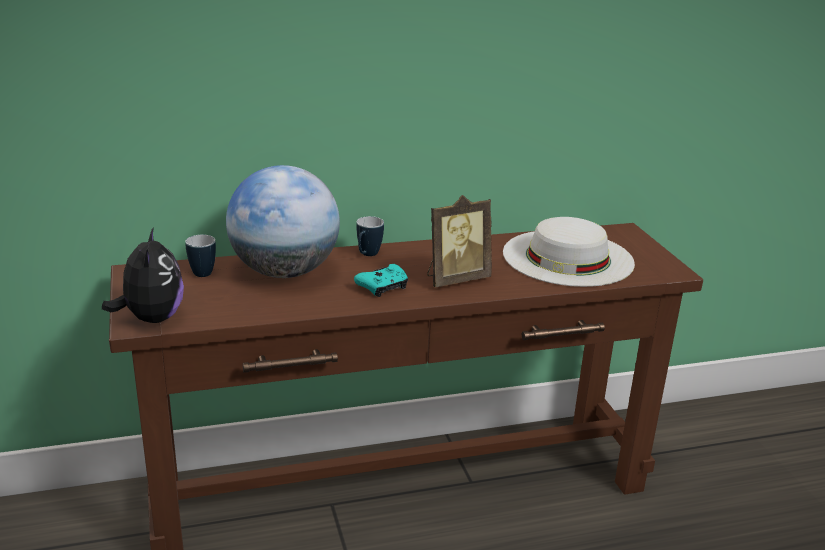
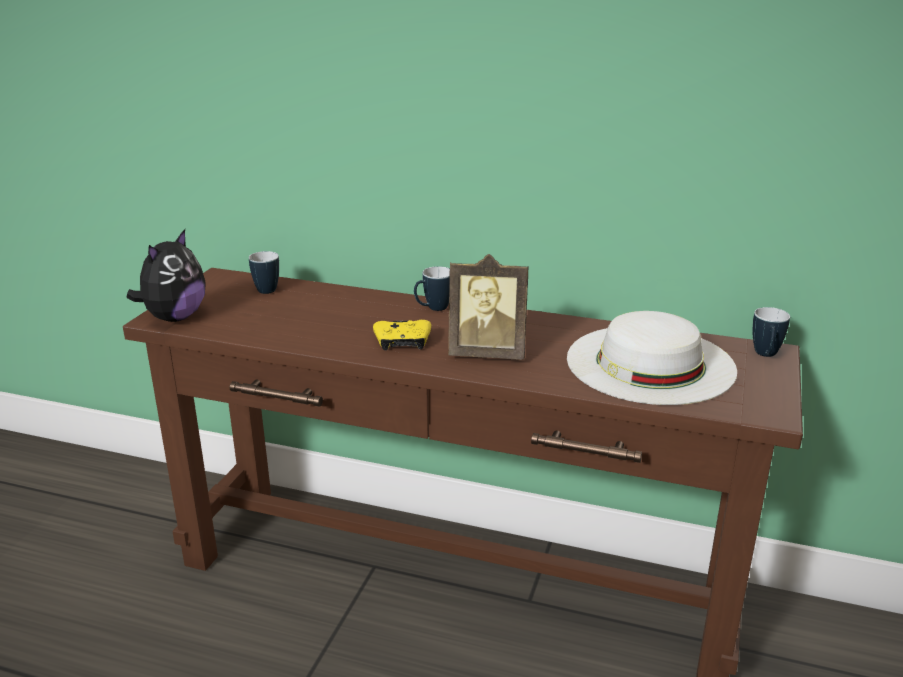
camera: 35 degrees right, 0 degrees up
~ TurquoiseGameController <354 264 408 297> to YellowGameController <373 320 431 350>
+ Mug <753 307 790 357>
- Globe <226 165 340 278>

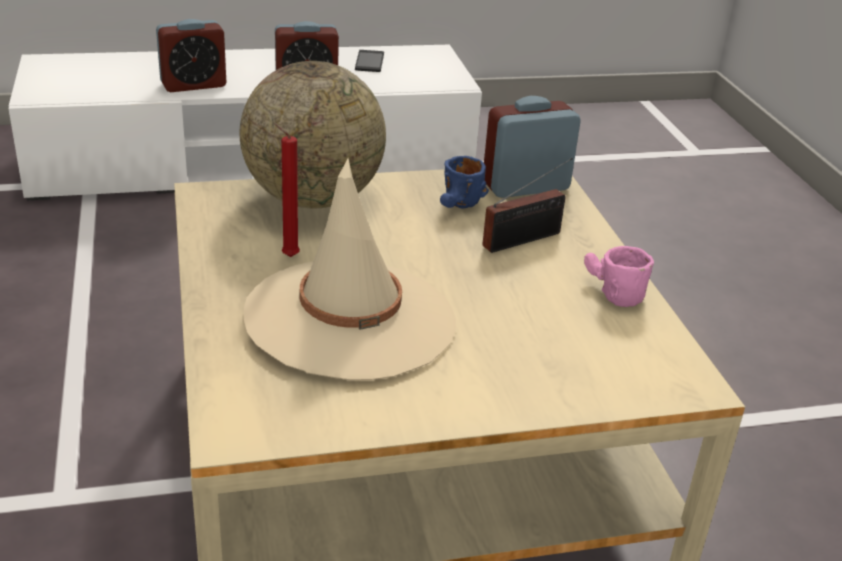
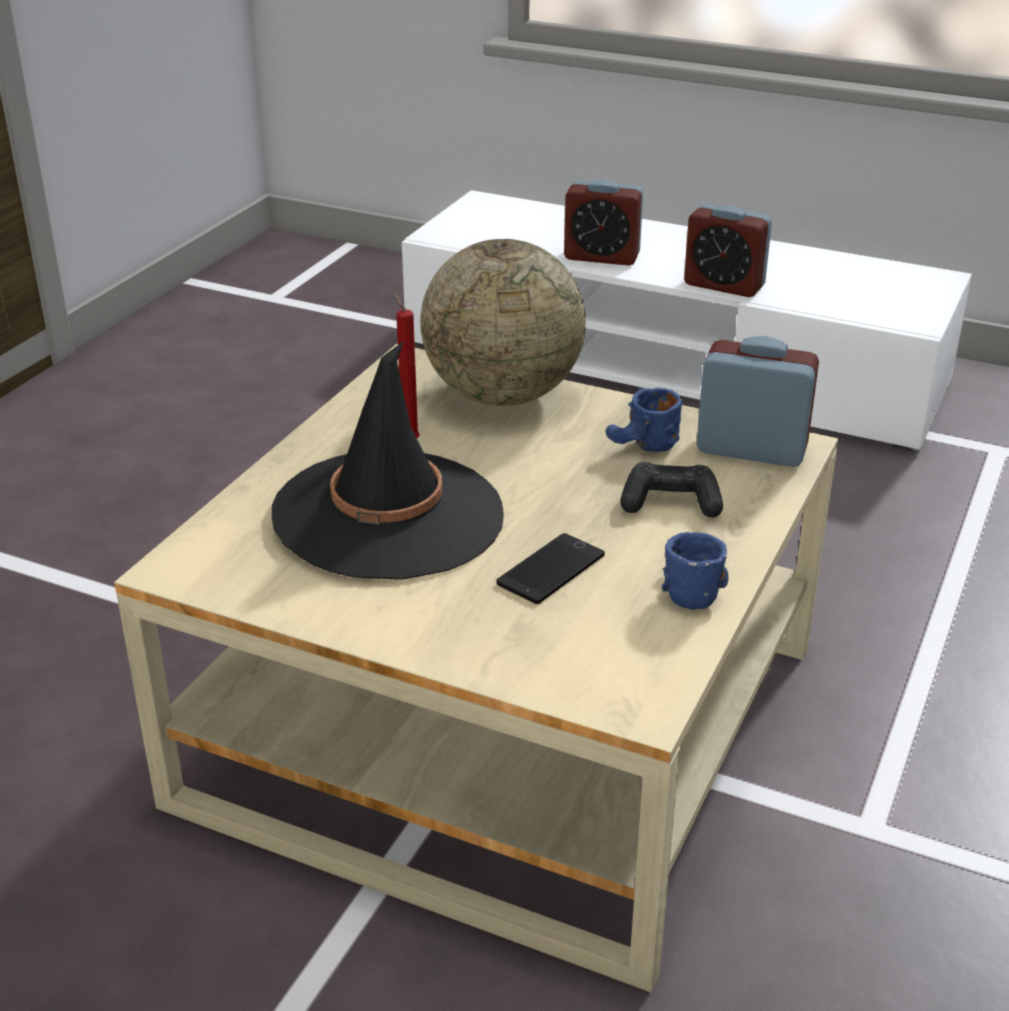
camera: 40 degrees right, 0 degrees up
~ BeigeHat <244 158 456 380> to BlackHat <272 341 504 580>
~ Phone <355 50 384 72> to <497 533 605 604>
~ Radio <482 158 573 253> to BlackGameController <620 462 723 518>
~ PinkMug <584 246 654 307> to BlueMug <662 532 728 610>

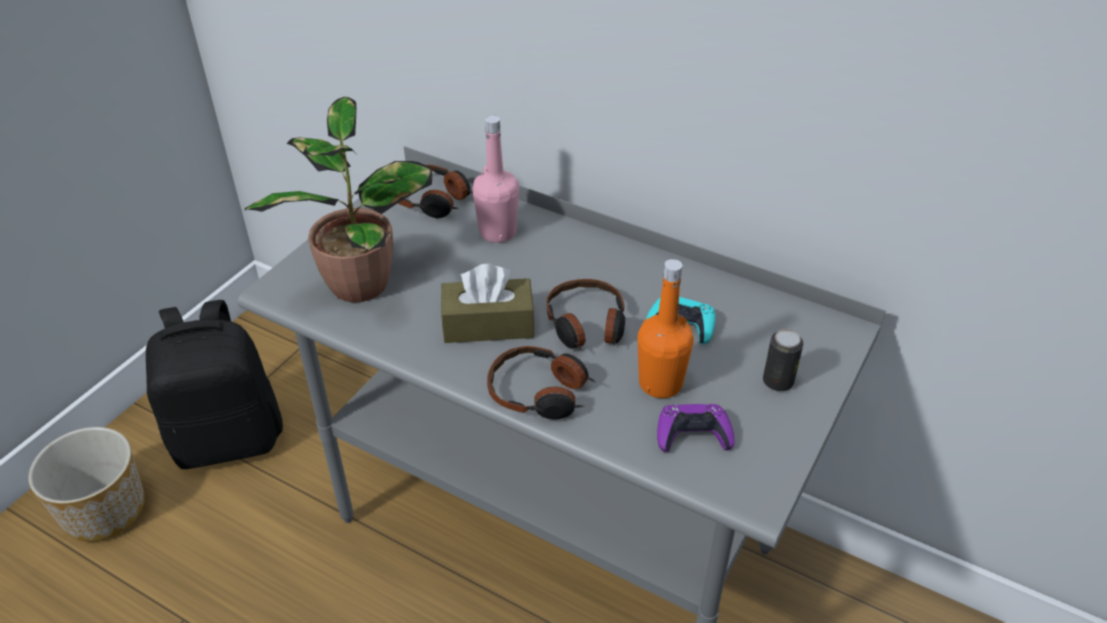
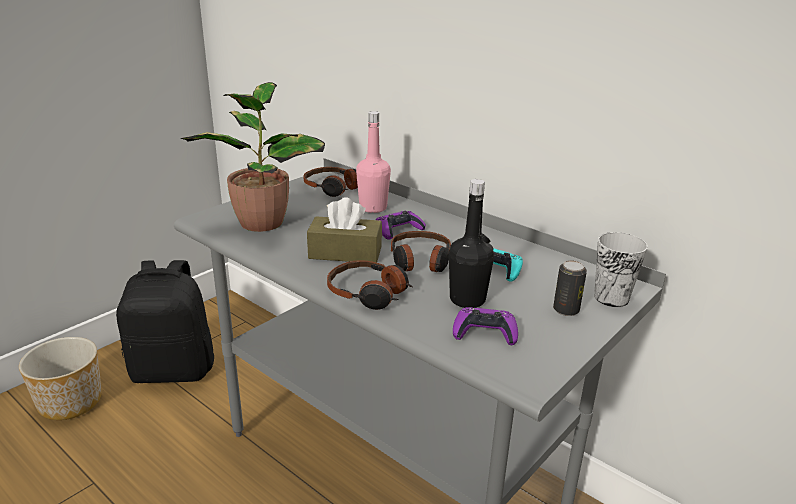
camera: 10 degrees right, 15 degrees down
+ PurpleGameController <376 211 426 240>
~ OrangeBottle <637 259 694 398> to BlackBottle <449 179 494 308>
+ Cup <594 232 648 307>

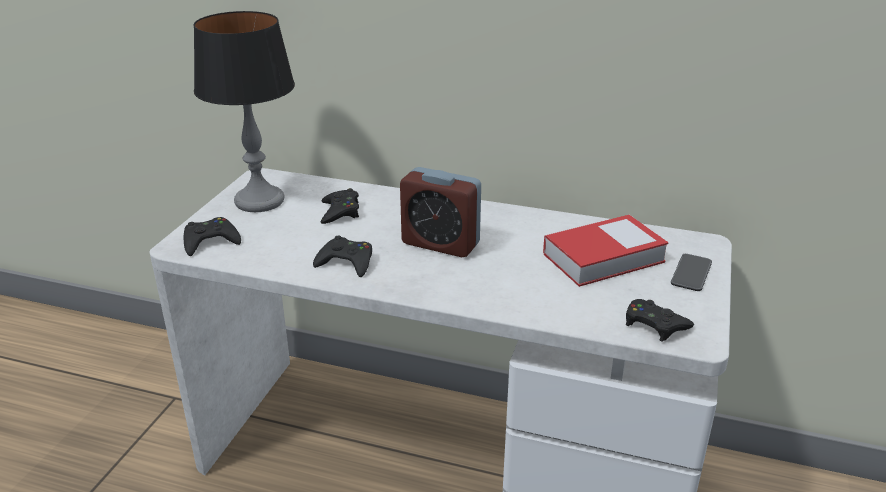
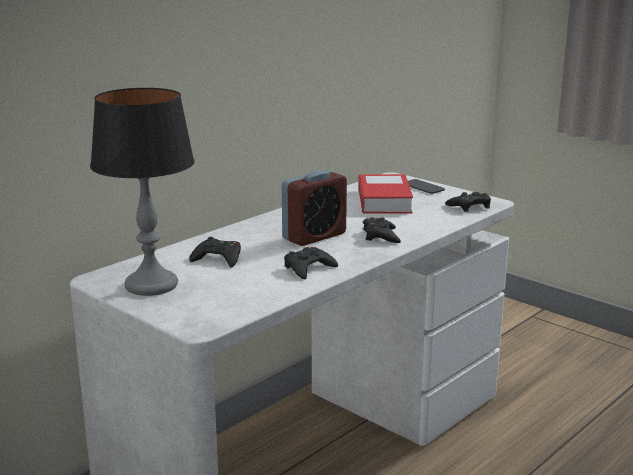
camera: 65 degrees left, 10 degrees down
~ BlackGameController <184 217 241 256> to <363 217 401 243>

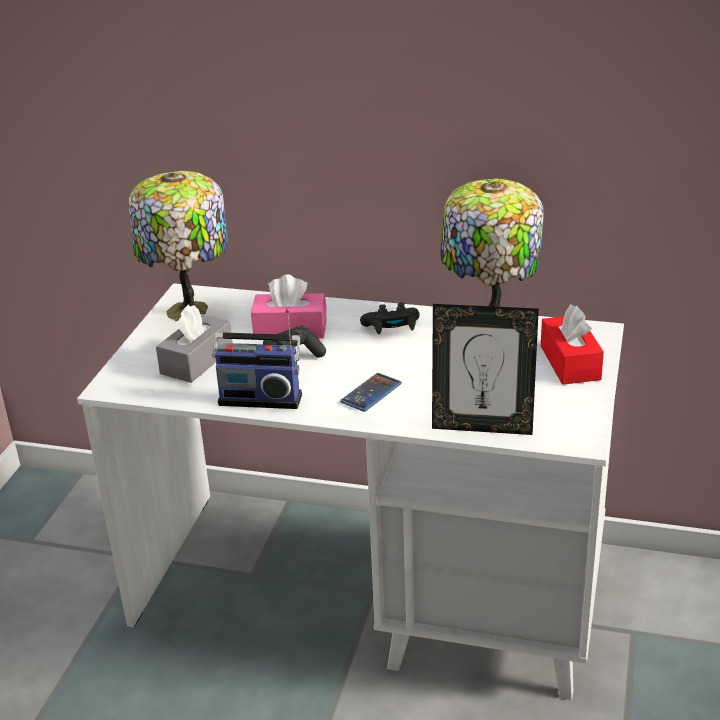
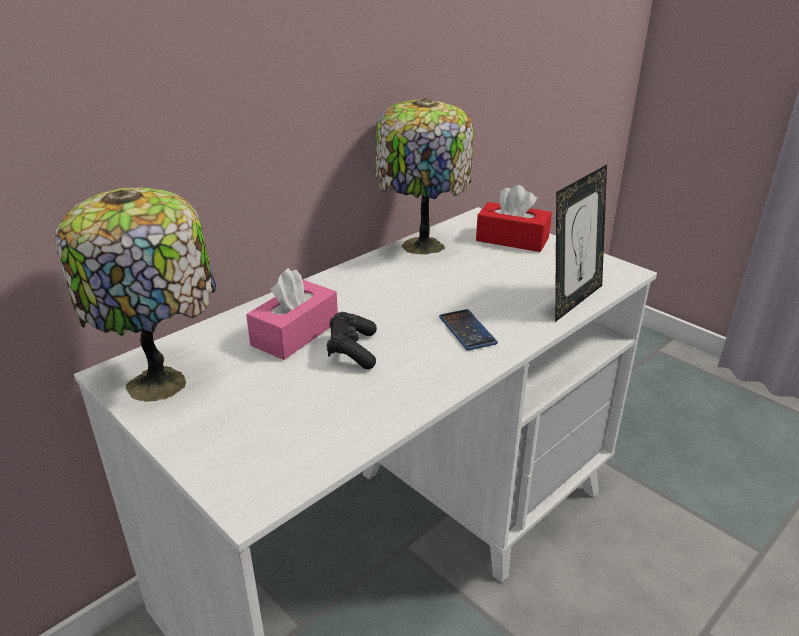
camera: 60 degrees left, 0 degrees up
- GreyTissueBox <156 304 233 383>
- Radio <212 309 302 409>
- BlackGameController <360 302 420 335>

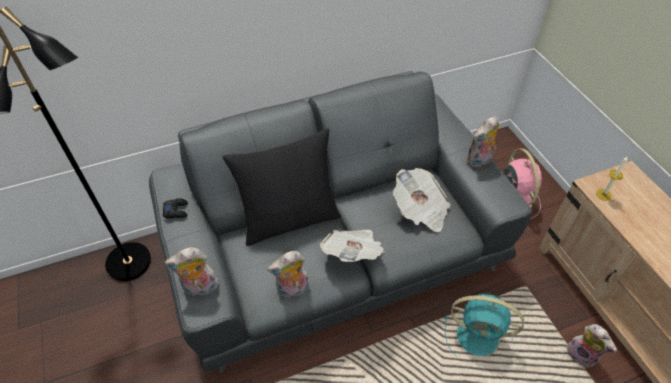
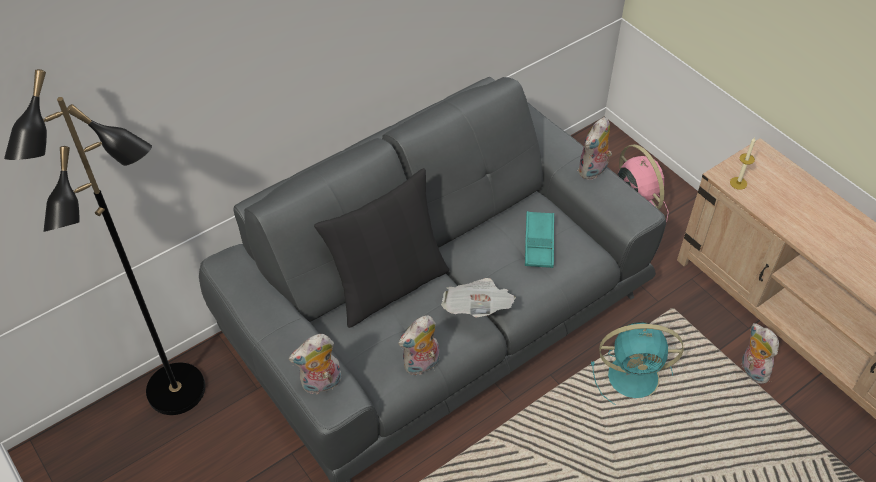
camera: 15 degrees left, 0 degrees up
~ Newspaper <393 168 451 233> to TurquoiseTray <525 211 554 268>
~ PlushToy <567 324 617 368> = <742 323 779 384> 150 degrees counterclockwise
- BlackGameController <162 198 188 219>

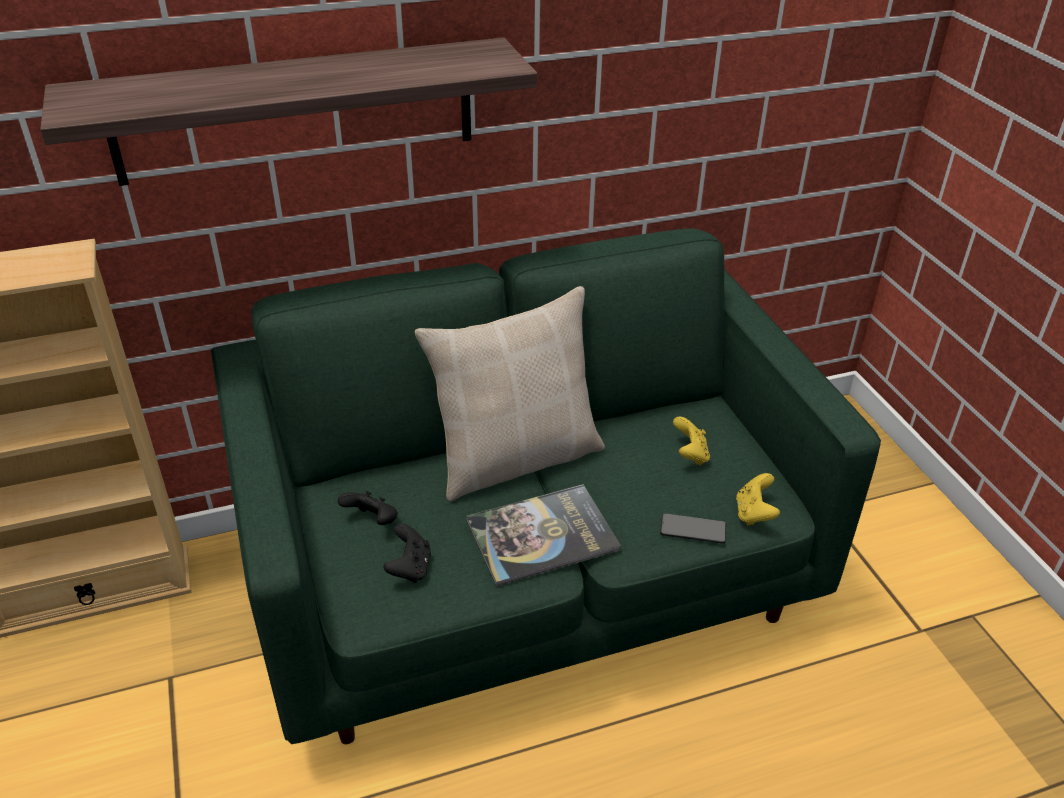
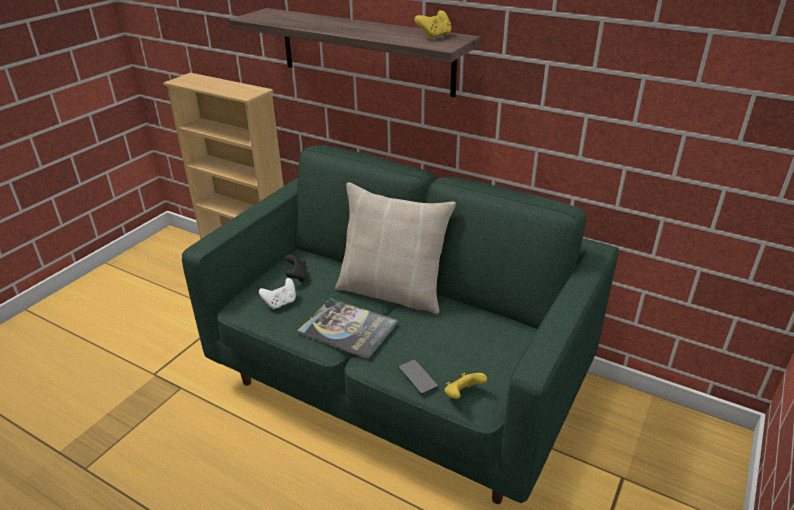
camera: 50 degrees right, 5 degrees down
~ BlackGameController <384 523 431 583> to WhiteGameController <259 278 296 310>
~ YellowGameController <673 417 710 466> to <414 10 451 40>

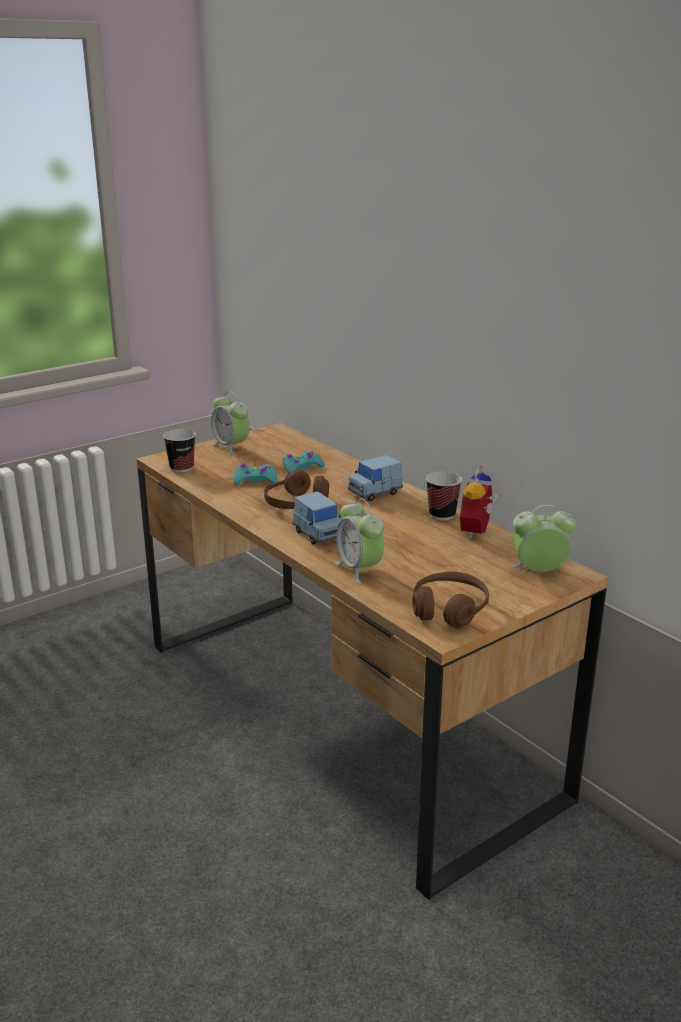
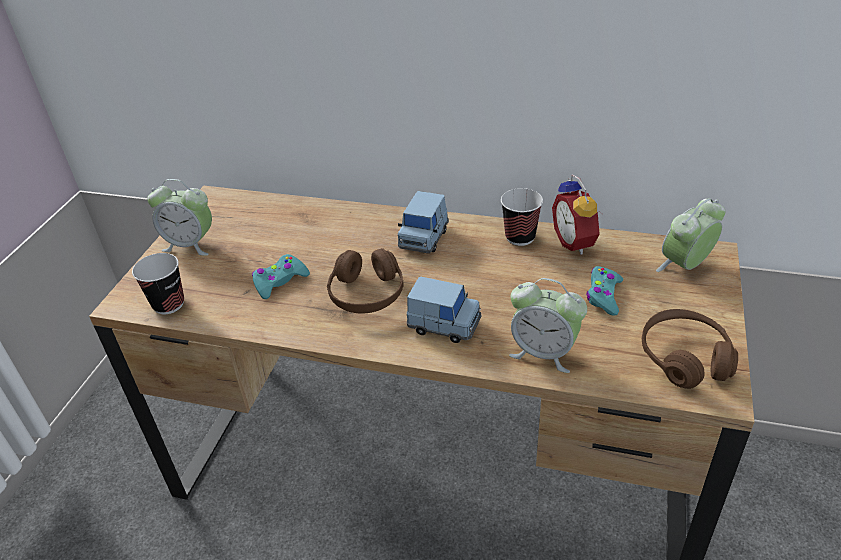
camera: 35 degrees left, 15 degrees up
~ TurquoiseGameController <282 450 325 473> to <586 266 623 316>

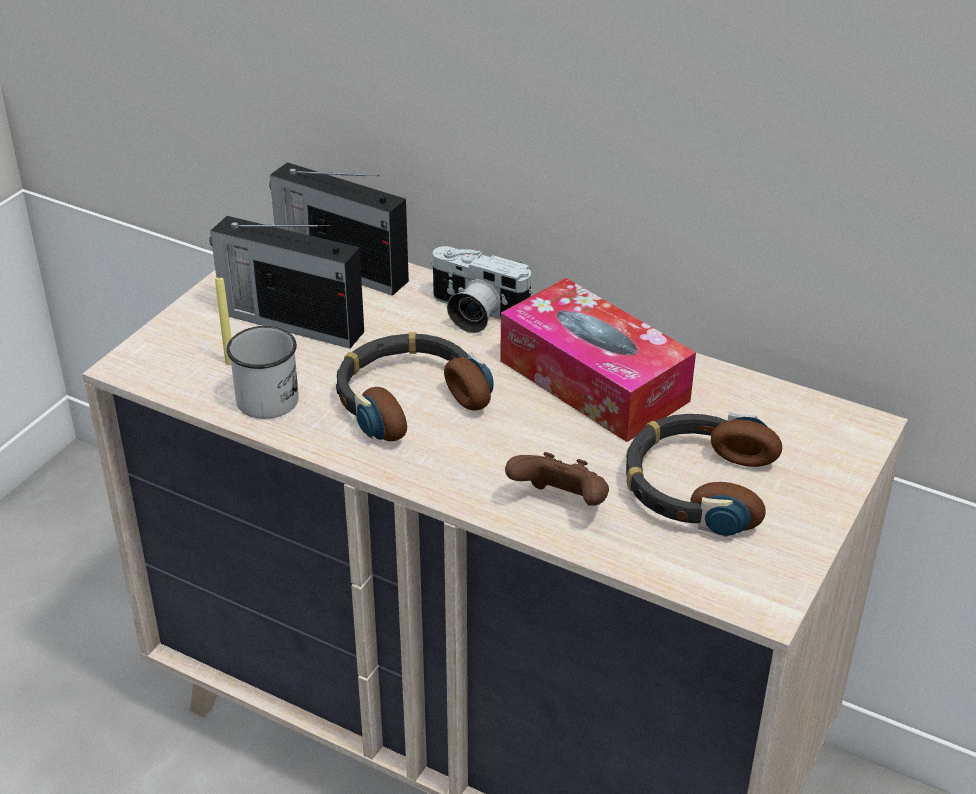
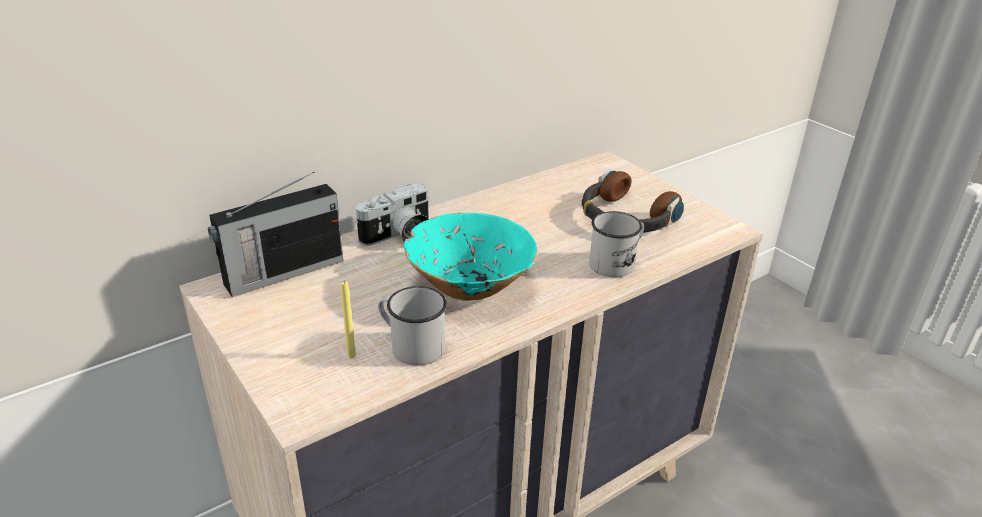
camera: 65 degrees left, 5 degrees down
~ Headphones <336 332 494 441> to TurquoiseBowl <404 213 537 301>
~ BrownGameController <505 452 609 506> to WhiteMug <589 211 644 278>
- Radio <209 216 364 349>
- TissueBox <500 278 696 442>

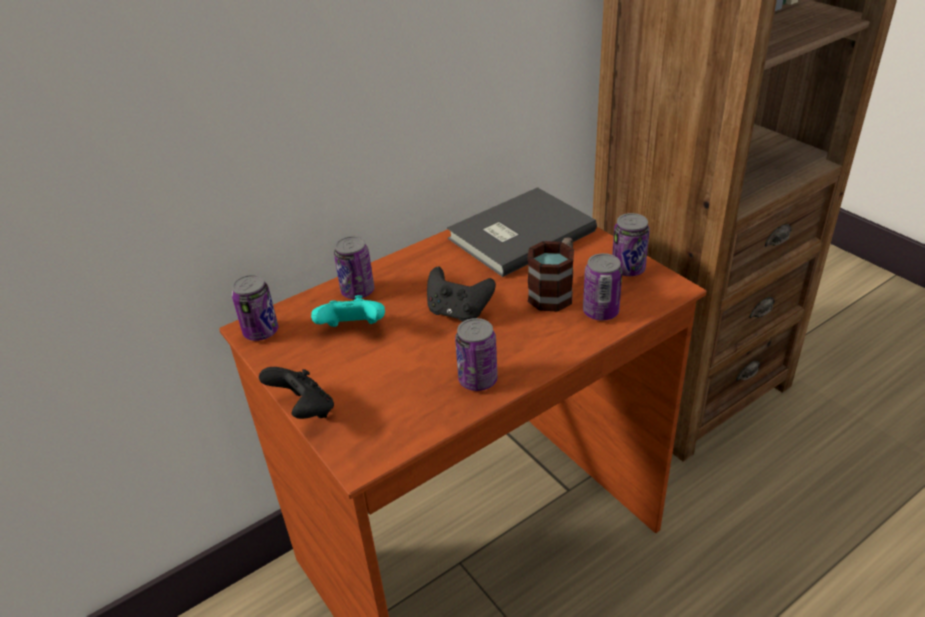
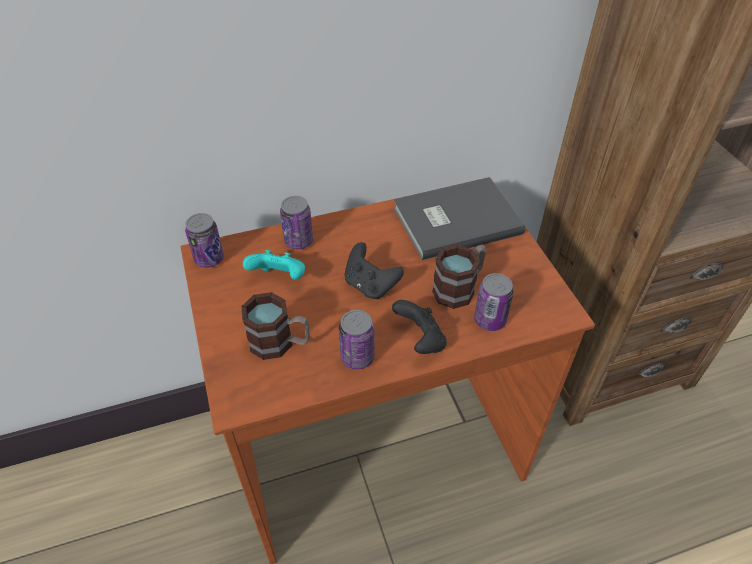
camera: 15 degrees right, 10 degrees up
+ Mug <242 292 310 360>
~ BlackGameController <259 367 334 419> to <392 300 447 354>
- Can <612 213 650 276>

